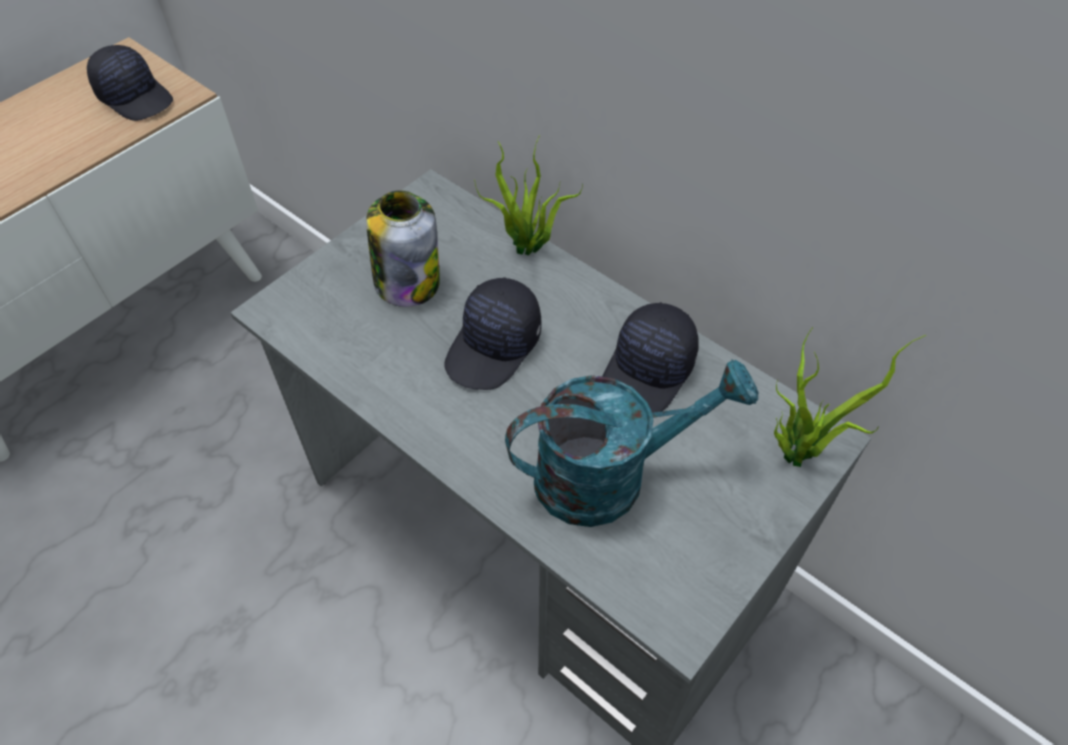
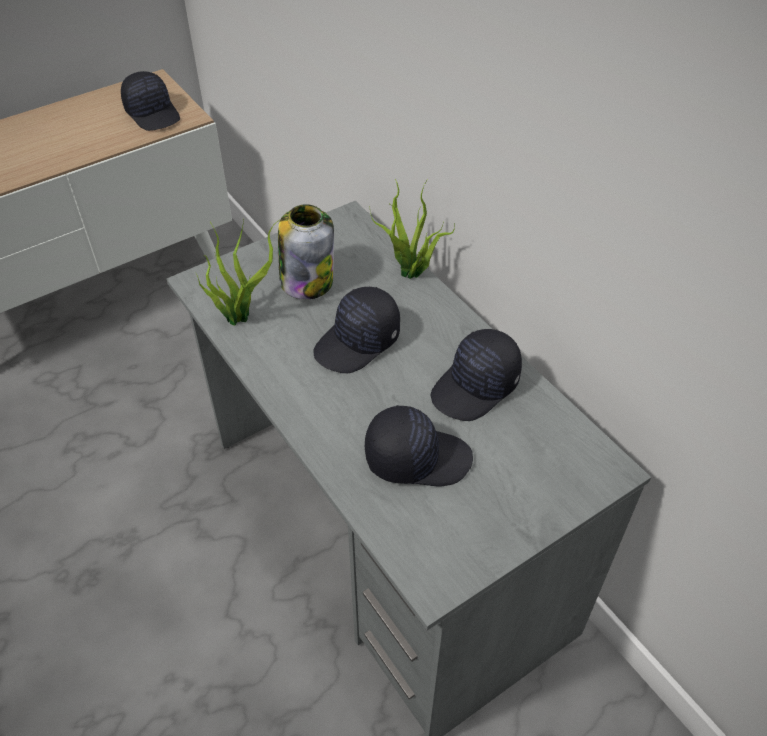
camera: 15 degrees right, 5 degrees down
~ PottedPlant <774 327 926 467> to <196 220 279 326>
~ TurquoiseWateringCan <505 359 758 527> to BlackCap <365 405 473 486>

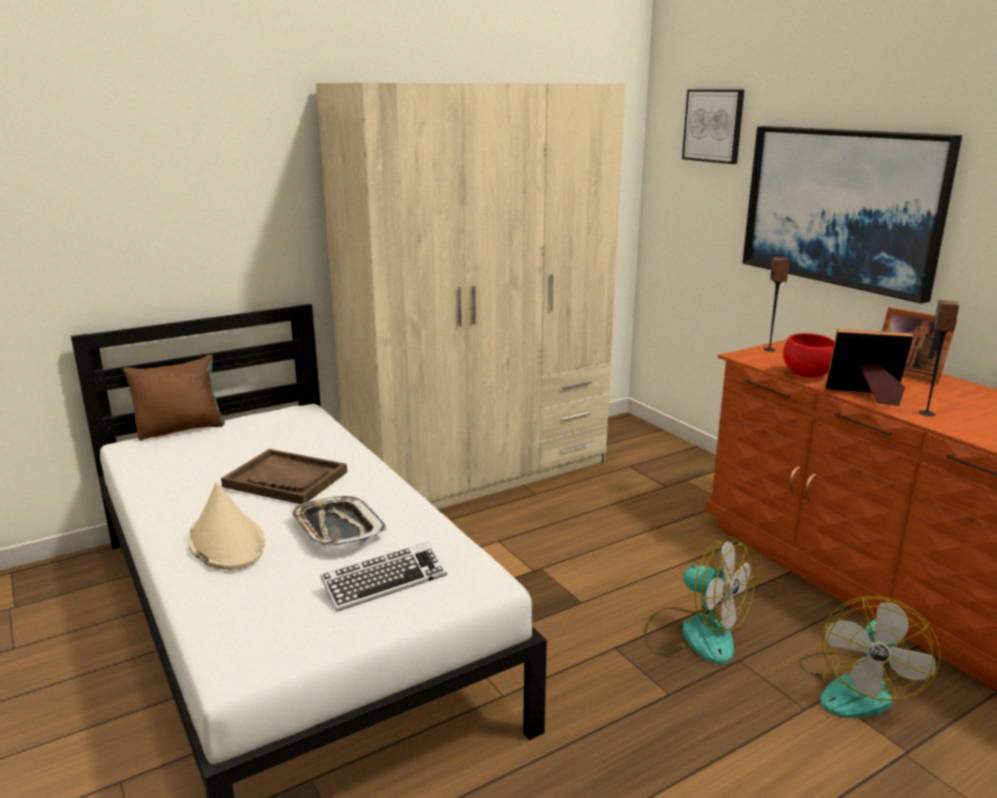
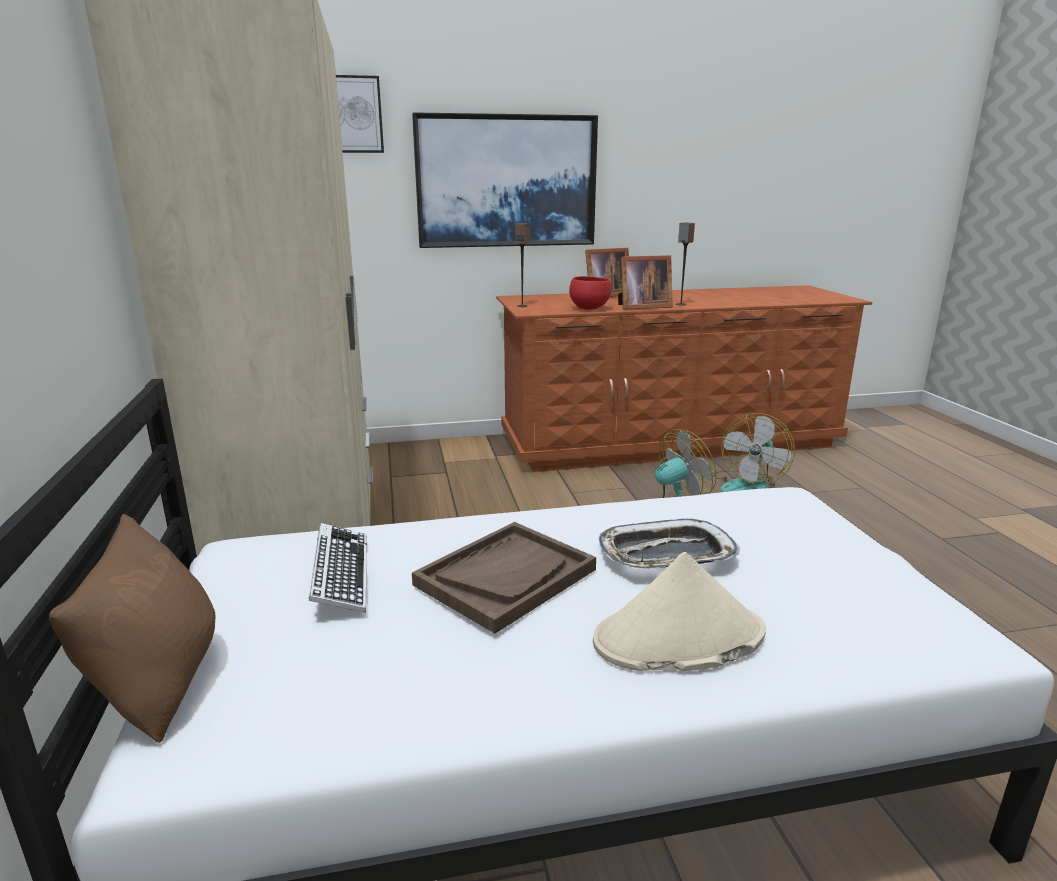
camera: 70 degrees left, 0 degrees up
~ Keyboard <321 542 447 612> to <309 523 367 612>
~ PictureFrame <825 329 913 406> = <618 255 673 310> 135 degrees counterclockwise
~ Fan <798 596 941 718> = <713 413 795 492> 75 degrees clockwise

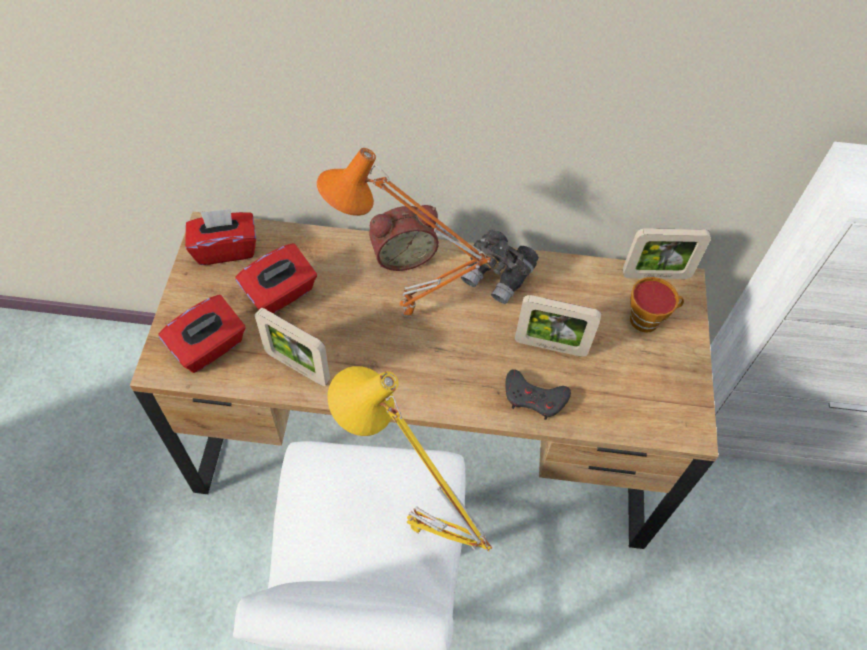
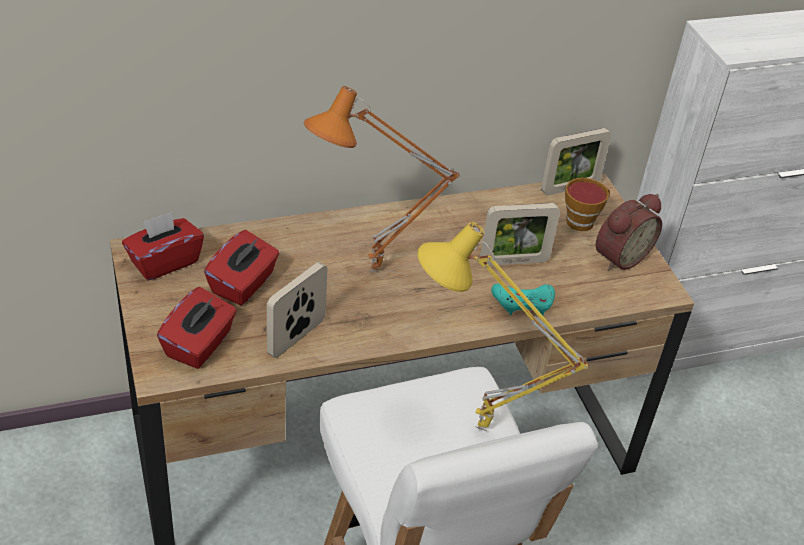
camera: 25 degrees left, 15 degrees down
~ PictureFrame <255 308 330 386> = <267 262 328 358> 120 degrees clockwise
~ GreyGameController <505 369 571 420> to TurquoiseGameController <491 284 555 315>
~ AlarmClock <369 205 439 271> to <596 194 662 271>
- GreyBinoculars <461 229 539 304>

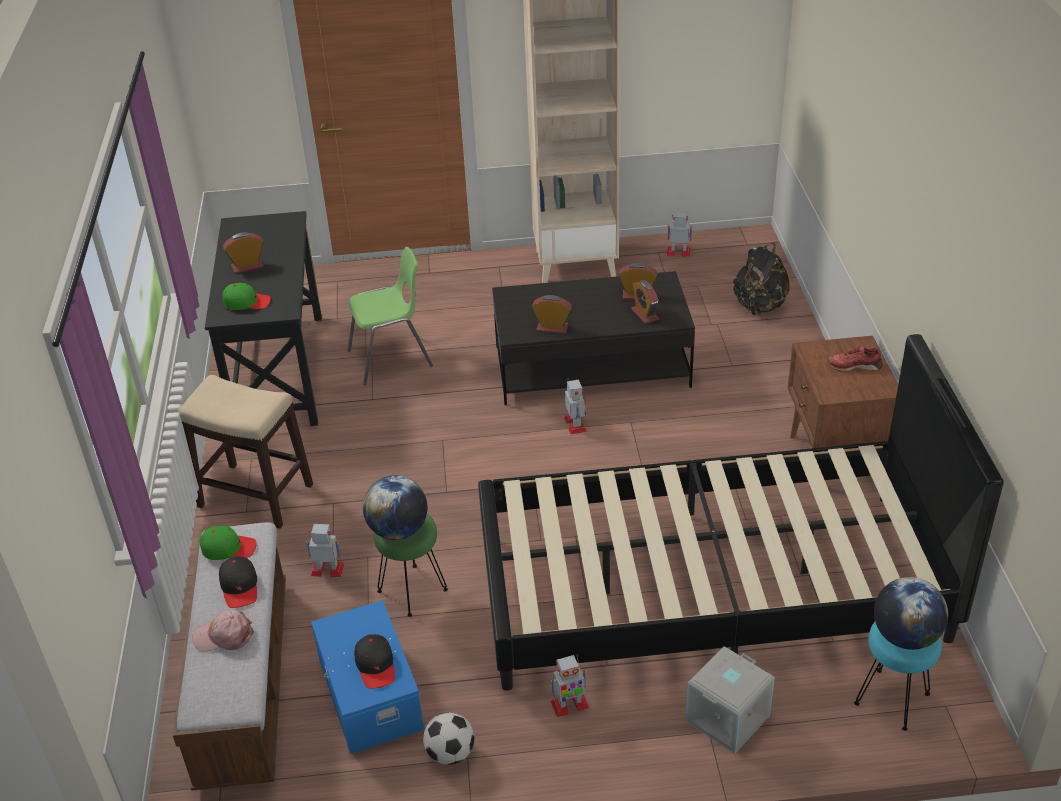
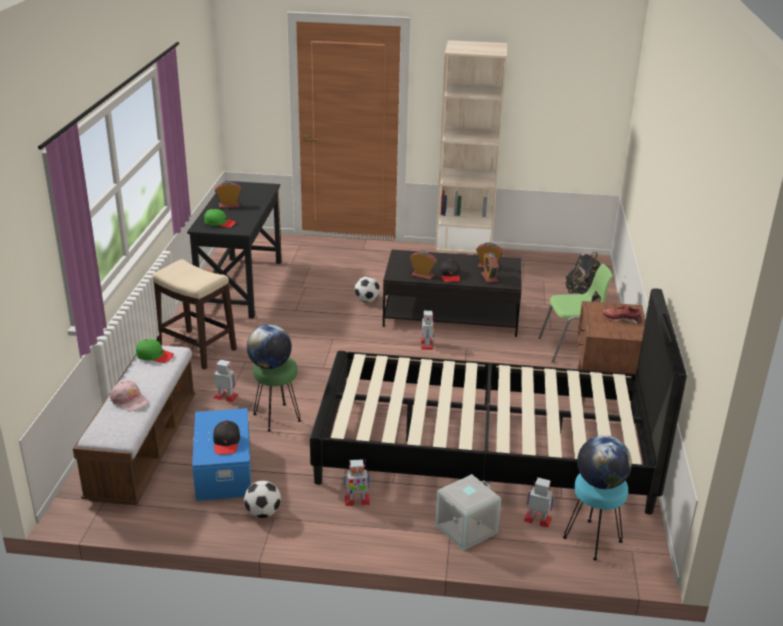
camera: 10 degrees right, 10 degrees down
~ PinkCap <192 610 254 651> = <110 381 149 412> 150 degrees counterclockwise
+ Football <355 277 380 302>
~ BlackCap <219 556 257 608> to <439 259 460 282>
~ ToyRobot <666 212 693 257> to <524 477 555 528>
~ GreenChair <348 247 433 385> to <539 264 613 363>

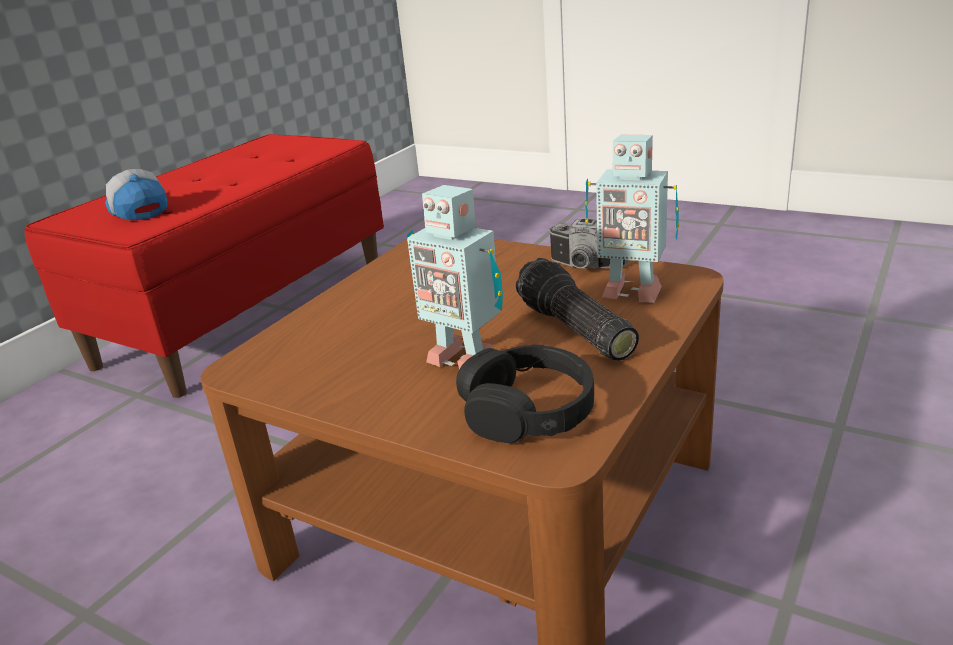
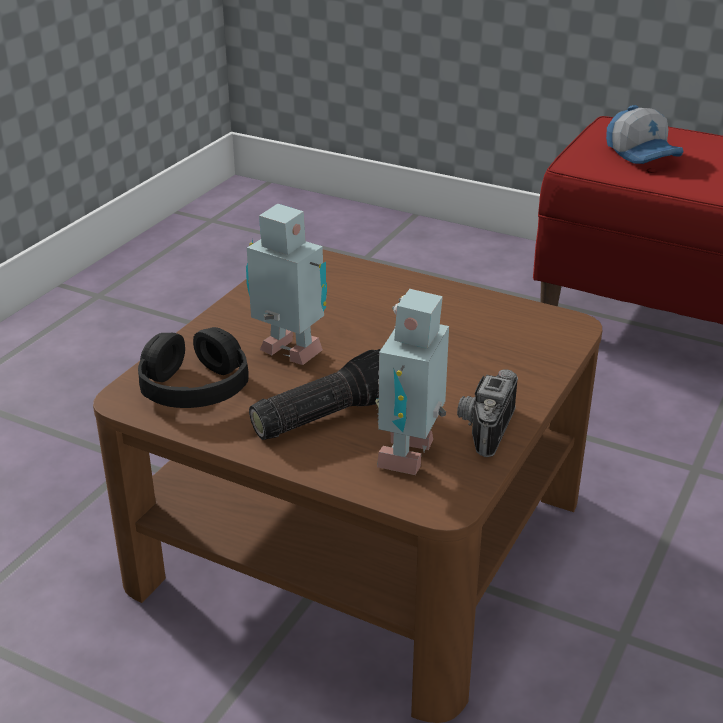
camera: 85 degrees right, 5 degrees up
~ ToyRobot <407 185 503 369> = <246 204 327 365> 90 degrees clockwise
~ Cap <105 169 167 220> = <606 105 684 164> 105 degrees clockwise

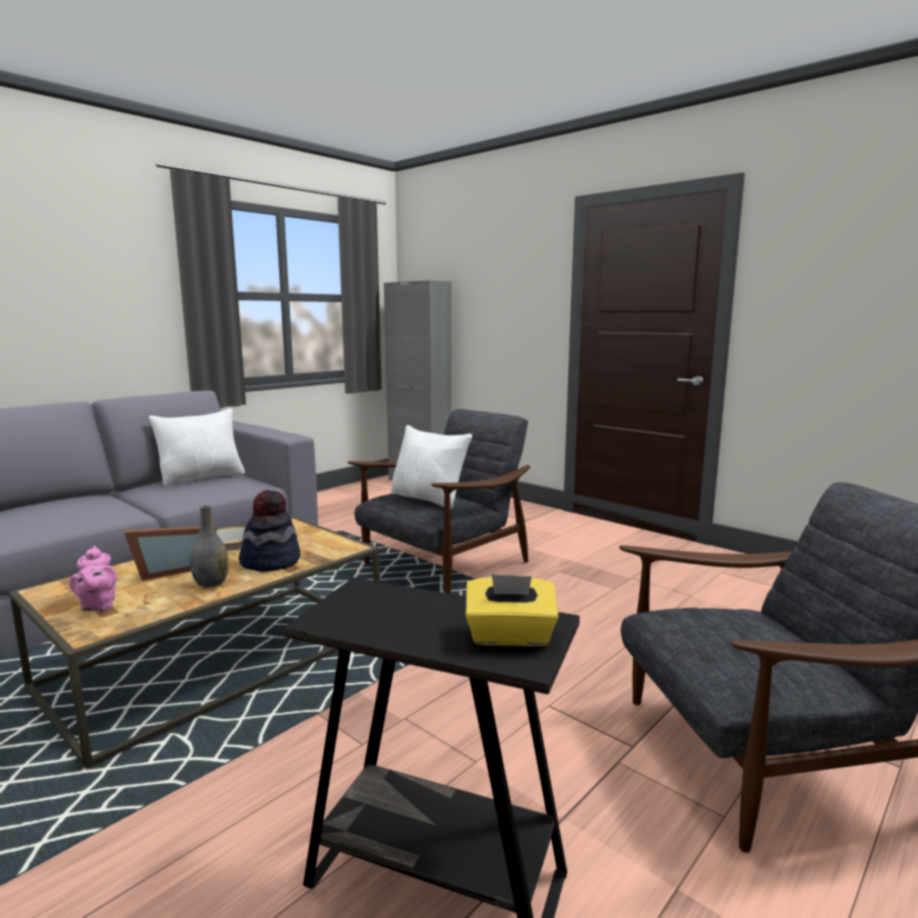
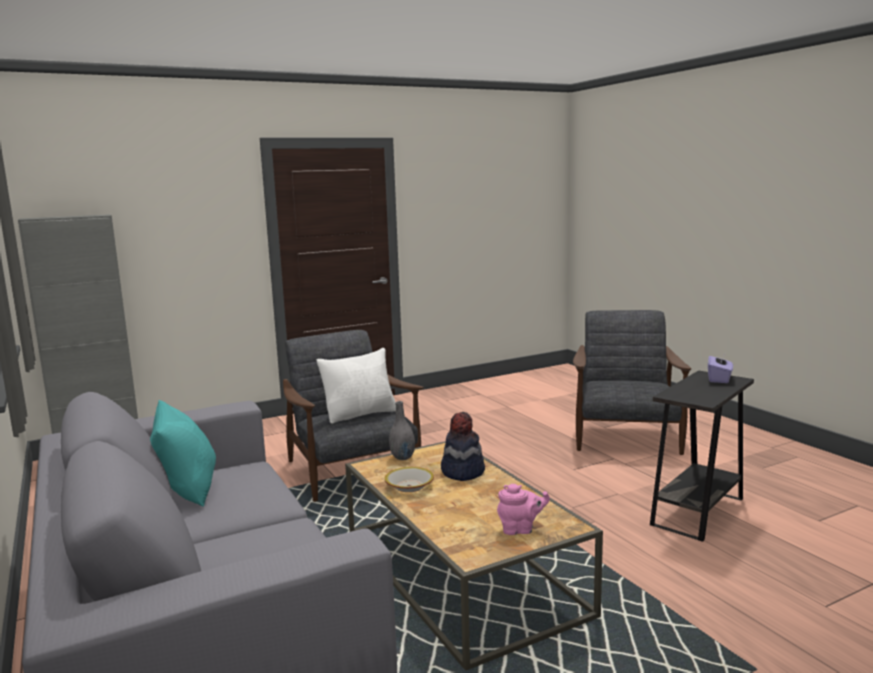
camera: 70 degrees left, 0 degrees up
~ WhitePillow <149 408 245 486> to TurquoisePillow <150 400 216 507>
~ GreyVase <190 505 229 588> to <389 401 415 460>
~ YellowTissueBox <466 574 559 646> to PurpleTissueBox <708 351 733 383>
- PictureFrame <123 525 217 581>

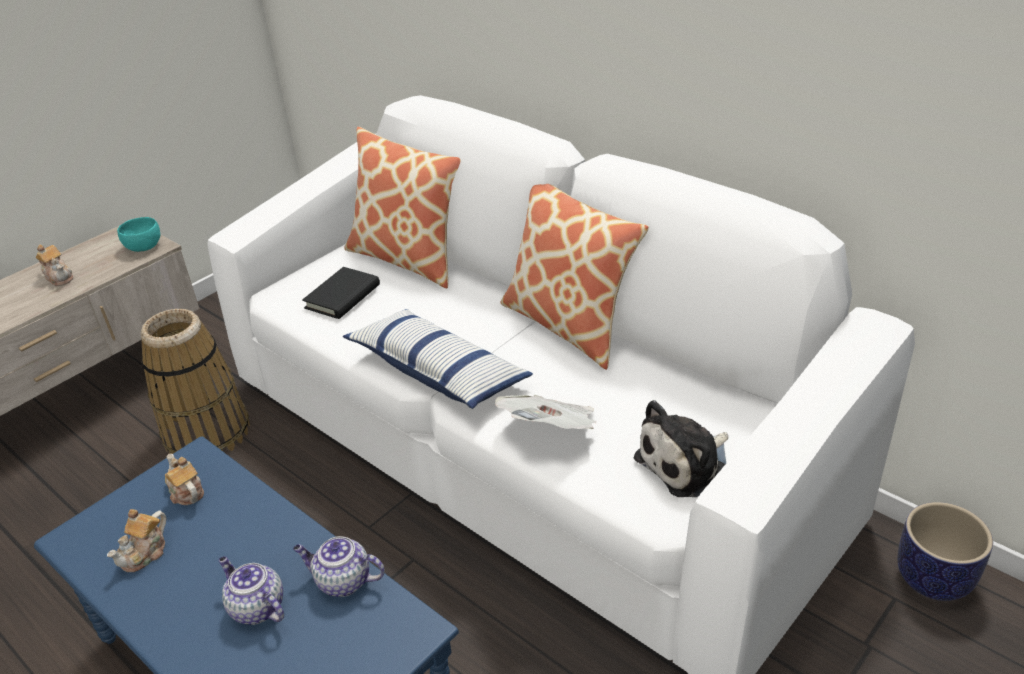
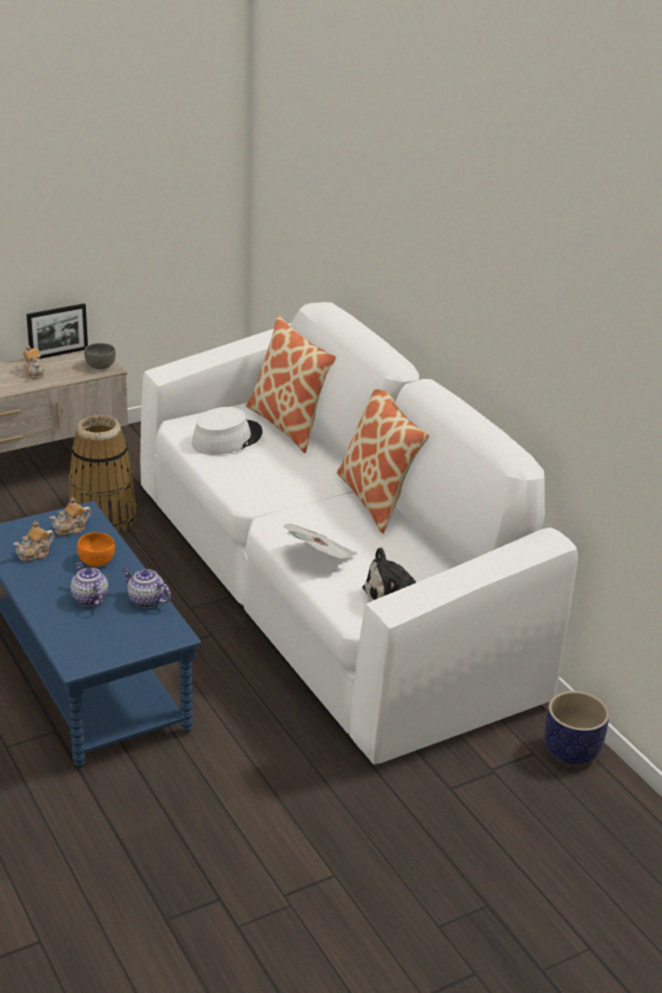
camera: 15 degrees right, 5 degrees down
+ PictureFrame <26 303 88 359>
~ Teapot <165 454 204 505> = <50 497 91 536> 105 degrees counterclockwise
+ OrangeBowl <77 532 115 567>
~ TurquoiseBowl <117 217 160 252> to GreyBowl <84 343 116 369>
~ BlackBook <302 267 380 319> to WhiteHat <192 407 263 455>
- Pillow <343 309 533 409>

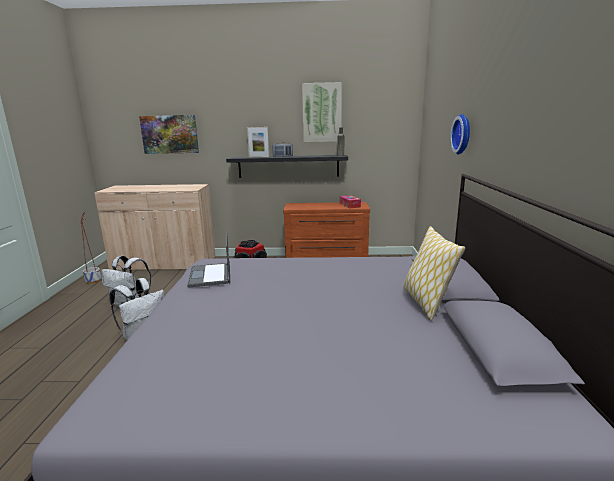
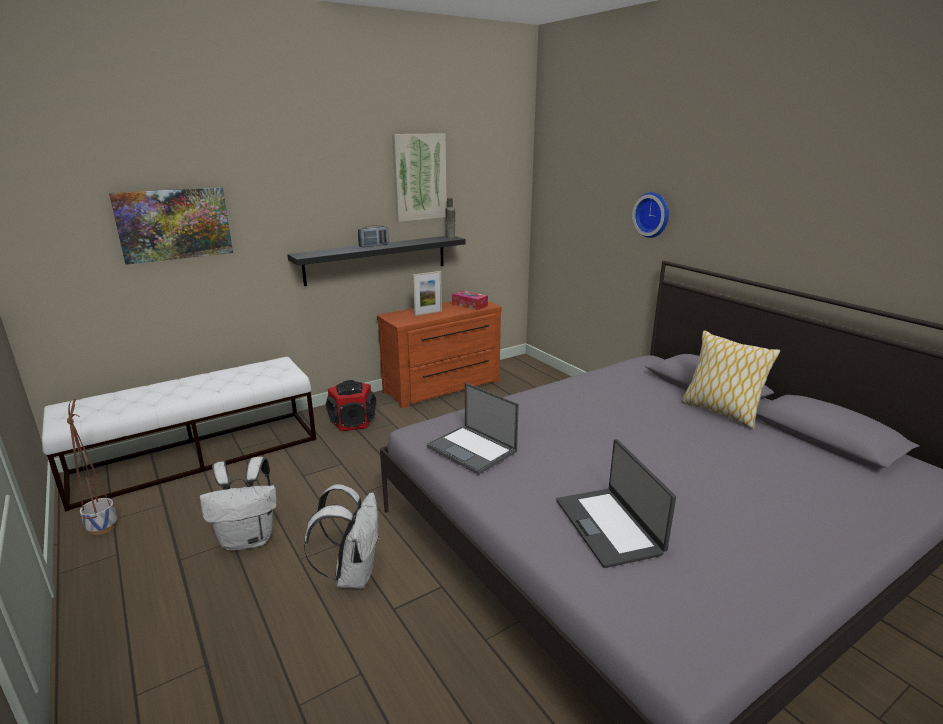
camera: 35 degrees left, 5 degrees up
~ BeigeCabinet <94 184 216 270> to WhiteBench <42 357 316 512>
~ PictureFrame <247 127 269 157> to <413 271 442 316>
+ Laptop <557 439 676 568>

